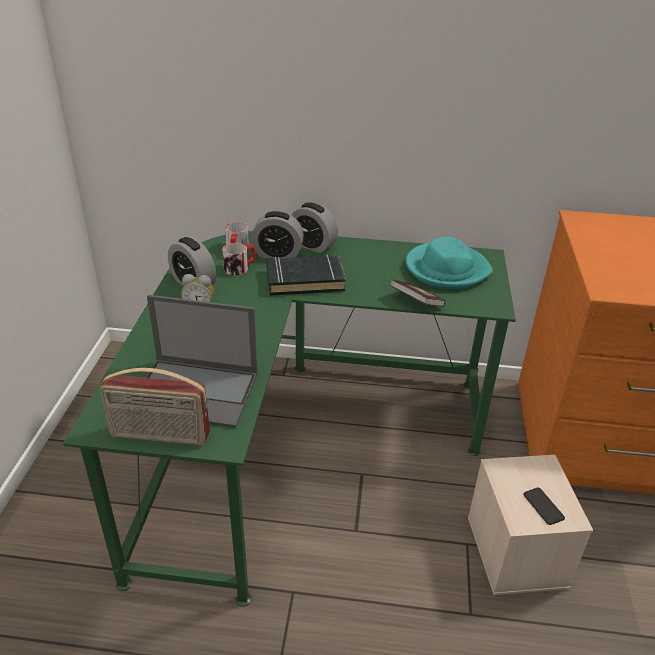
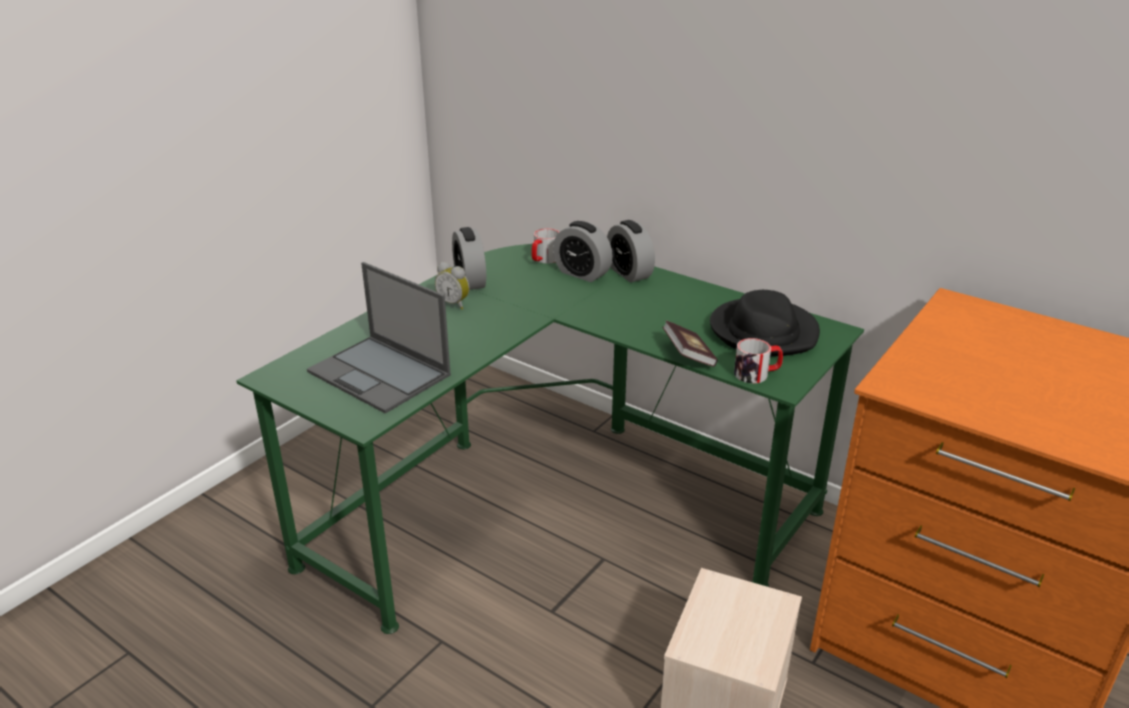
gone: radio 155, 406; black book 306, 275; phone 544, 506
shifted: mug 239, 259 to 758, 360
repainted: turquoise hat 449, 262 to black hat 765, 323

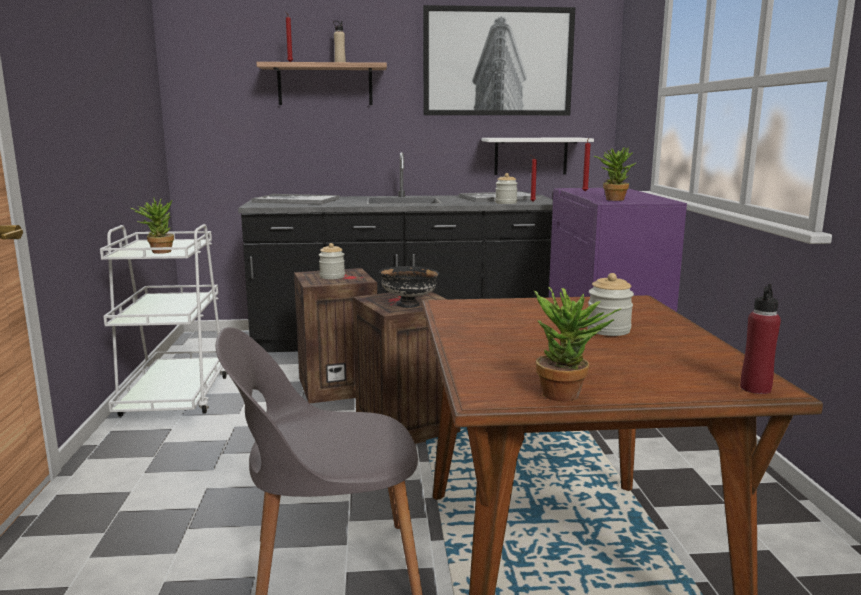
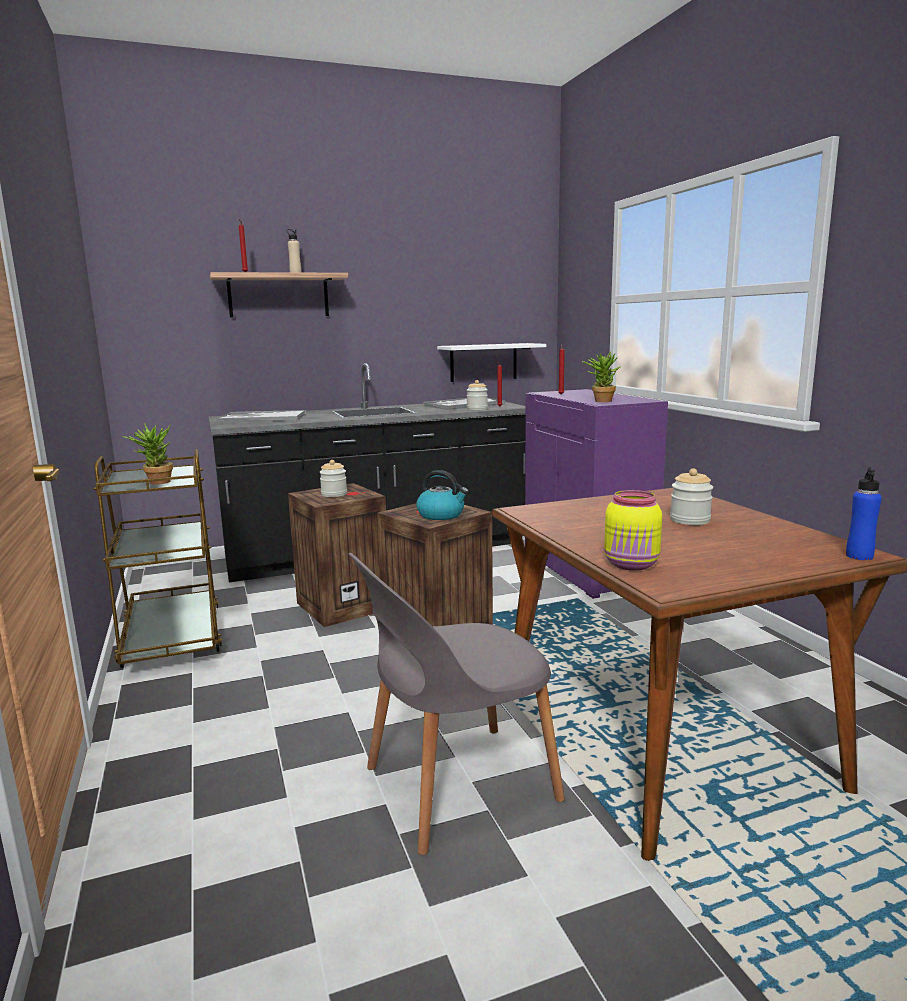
gone: picture 499, 60; potted plant 577, 344
new: yellow jar 633, 530
swapped: black bowl 409, 287 to kettle 442, 495
repainted: white cart 164, 320 to brown cart 157, 558; red bottle 760, 339 to blue bottle 864, 513

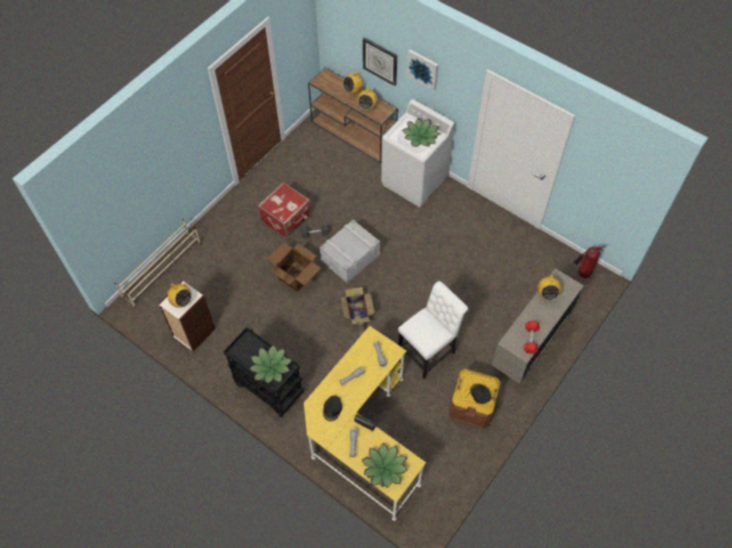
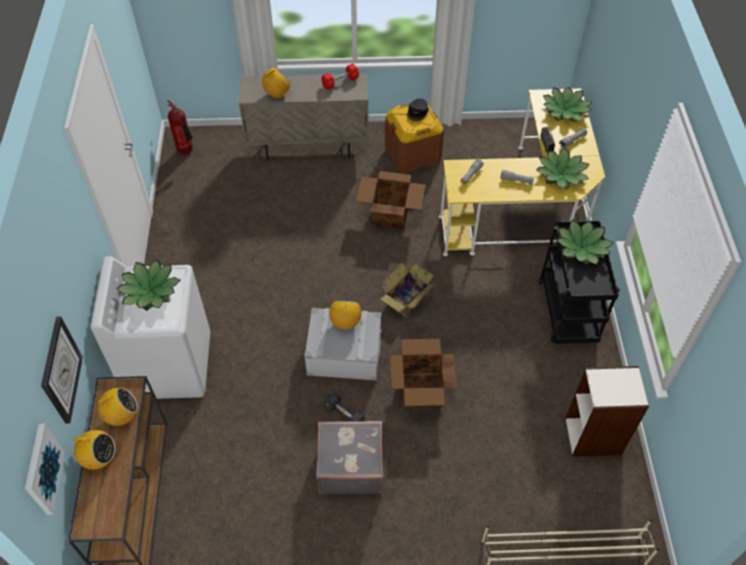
shifted: picture 422, 70 to 45, 469; radio 179, 296 to 345, 315
swapped: white chair 433, 330 to cardboard box 390, 200; black cap 332, 408 to potted plant 563, 168
repainted: red suitcase 284, 210 to grey suitcase 349, 458

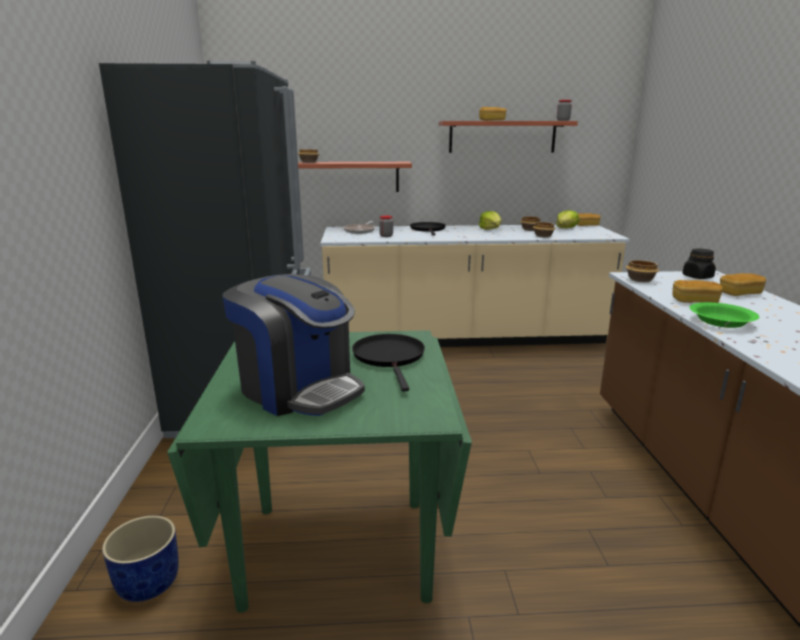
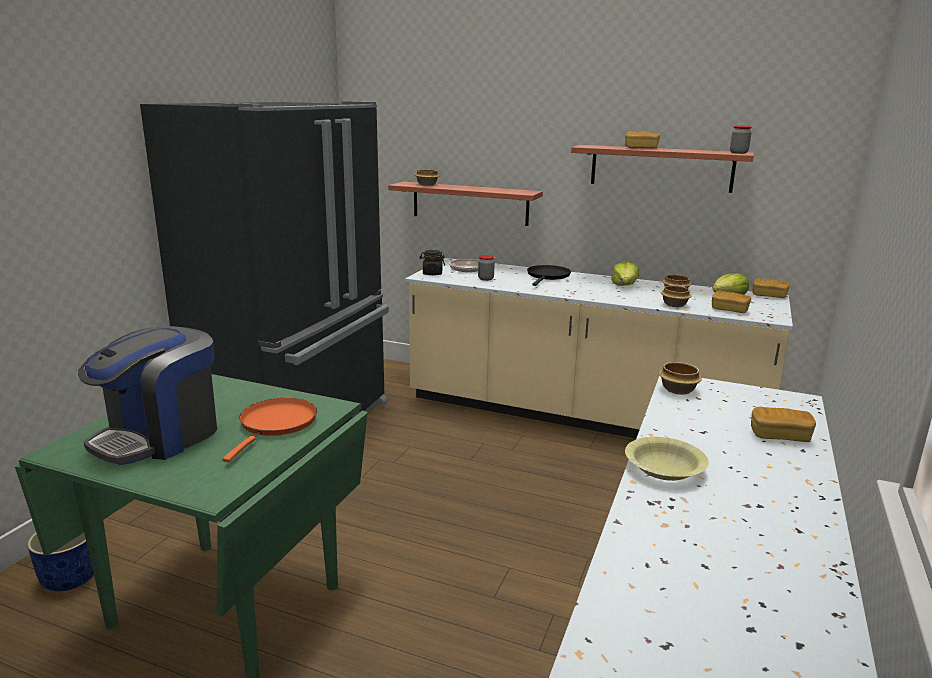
shifted: black jar 699, 263 to 432, 262; bread 697, 291 to 731, 302
repainted: black frying pan 388, 363 to orange frying pan 269, 430; green bowl 724, 315 to yellow bowl 667, 459
rotated: coffee machine 293, 345 = 147, 395 60 degrees clockwise

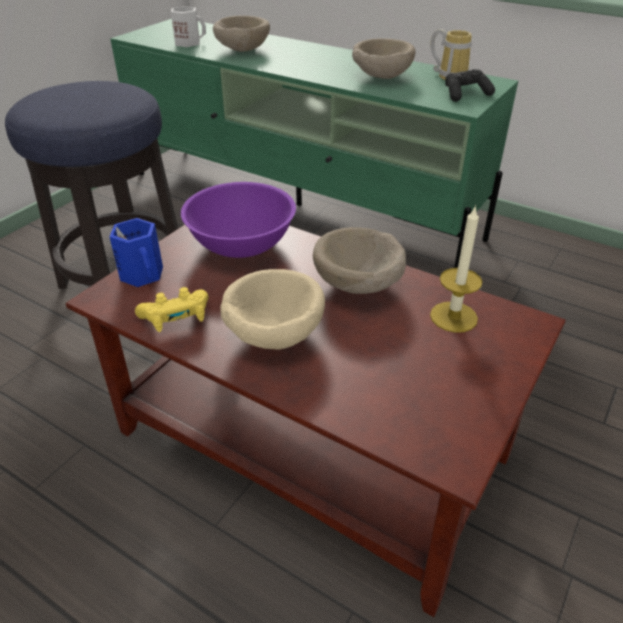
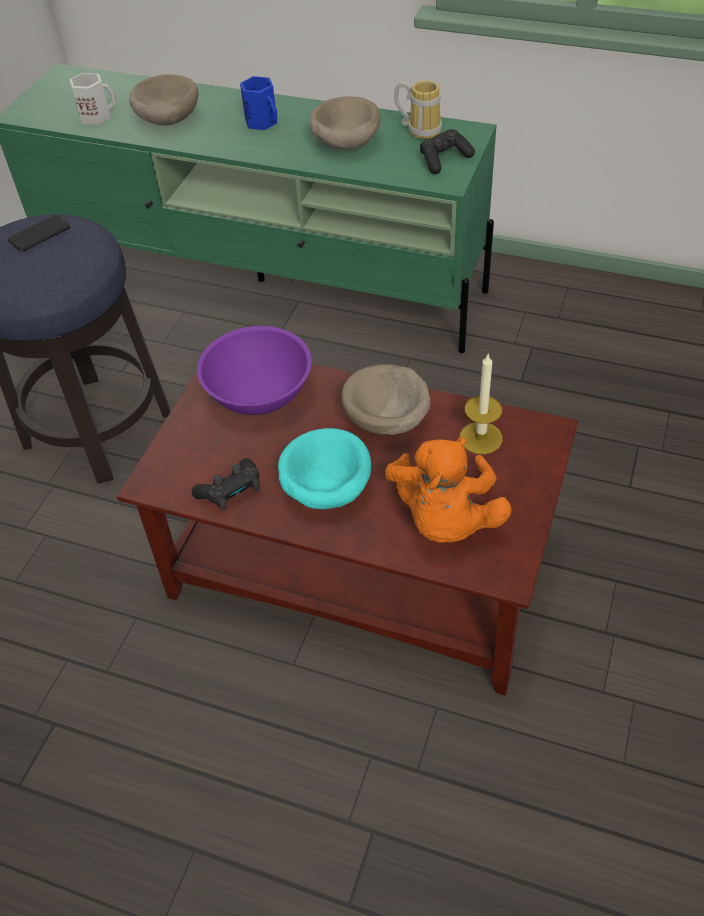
new: phone 39, 233; orange plush toy 448, 490
shifted: blue mug 136, 252 to 258, 103
repainted: yellow game controller 172, 309 to black game controller 226, 484; beige bowl 272, 309 to turquoise bowl 324, 468

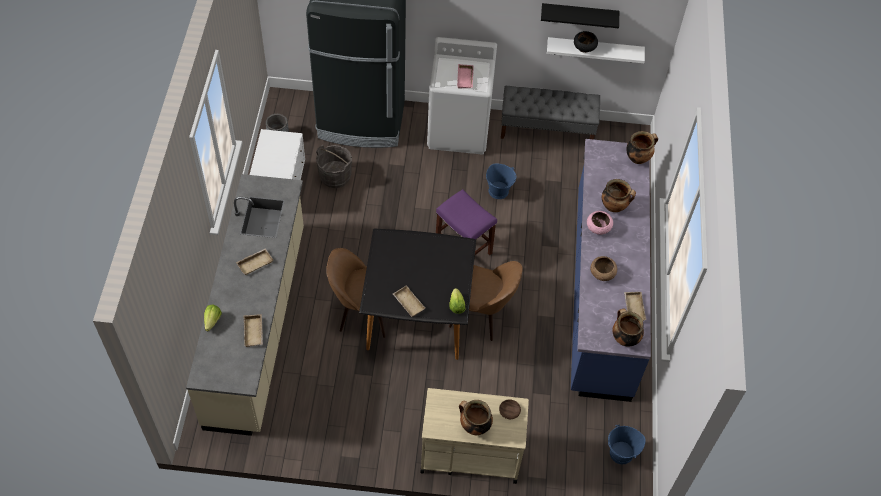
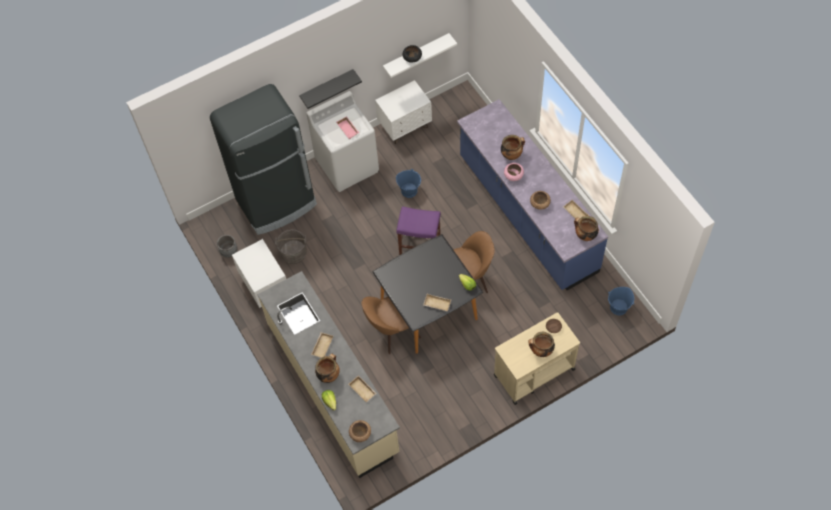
new: brown bowl 360, 431
shifted: black shelf 580, 15 to 330, 89; cooking pot 642, 147 to 327, 368
swapped: grey bench 550, 113 to white nightstand 403, 112

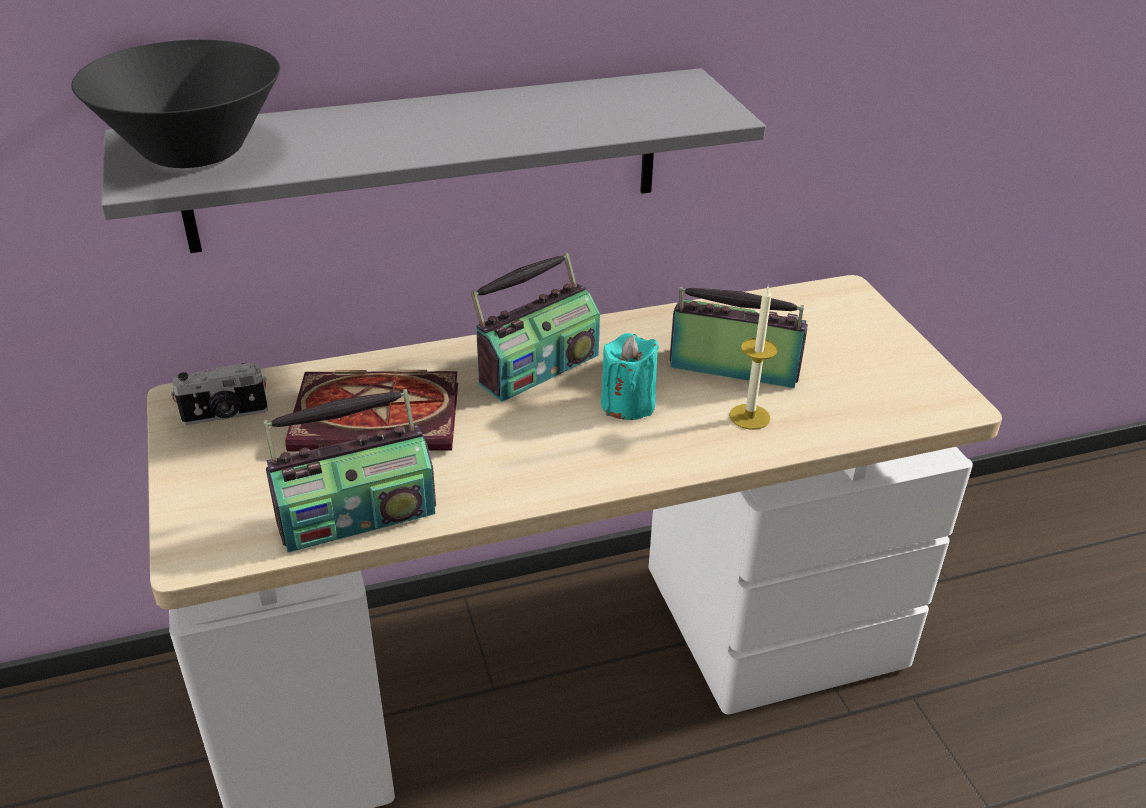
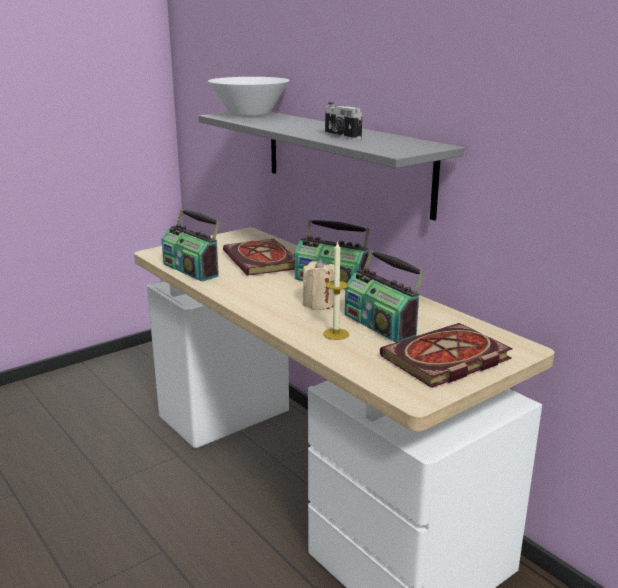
new: book 446, 355
shifted: photo camera 219, 393 to 343, 121
repainted: black bowl 175, 104 to white bowl 249, 97; turquoise candle 630, 376 to beige candle 318, 285
rotated: radio 738, 337 = 385, 296 150 degrees clockwise

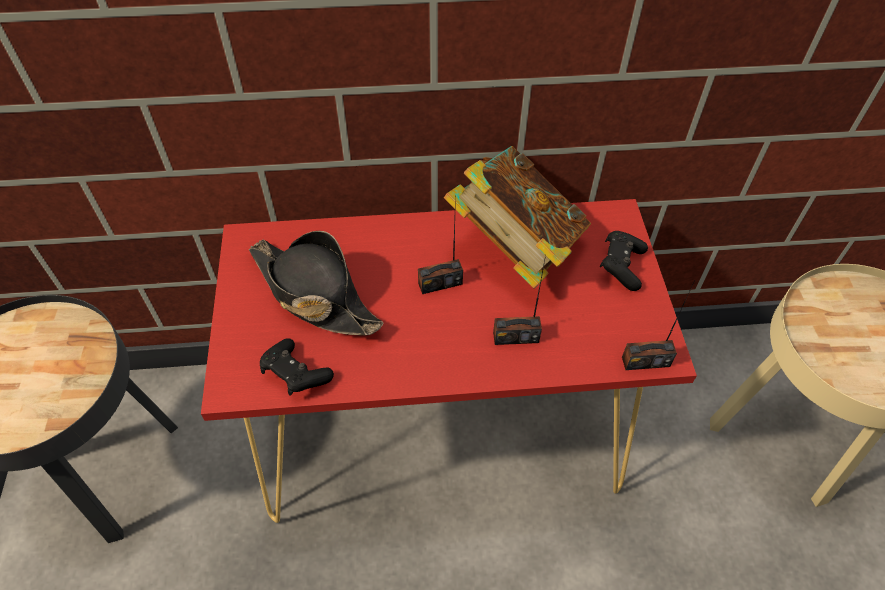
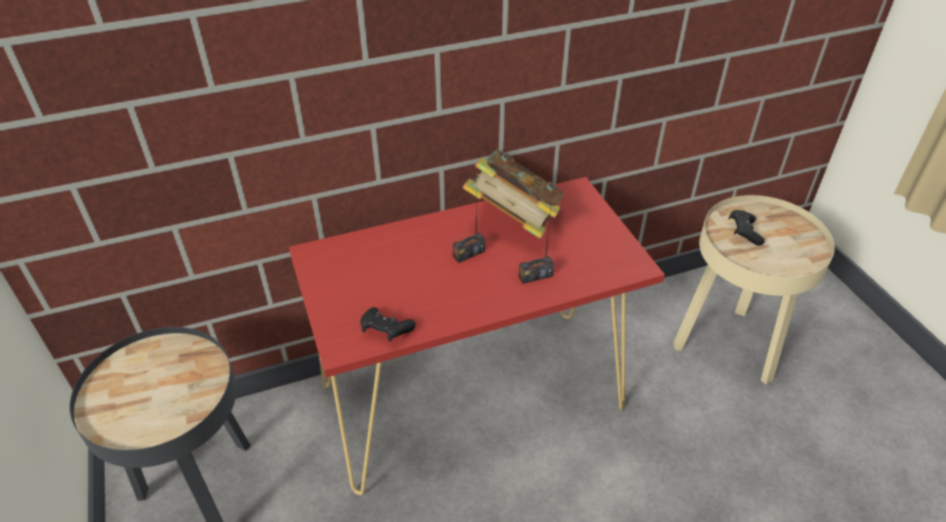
gone: black hat 316, 283; radio 658, 325
shifted: black game controller 624, 261 to 747, 228

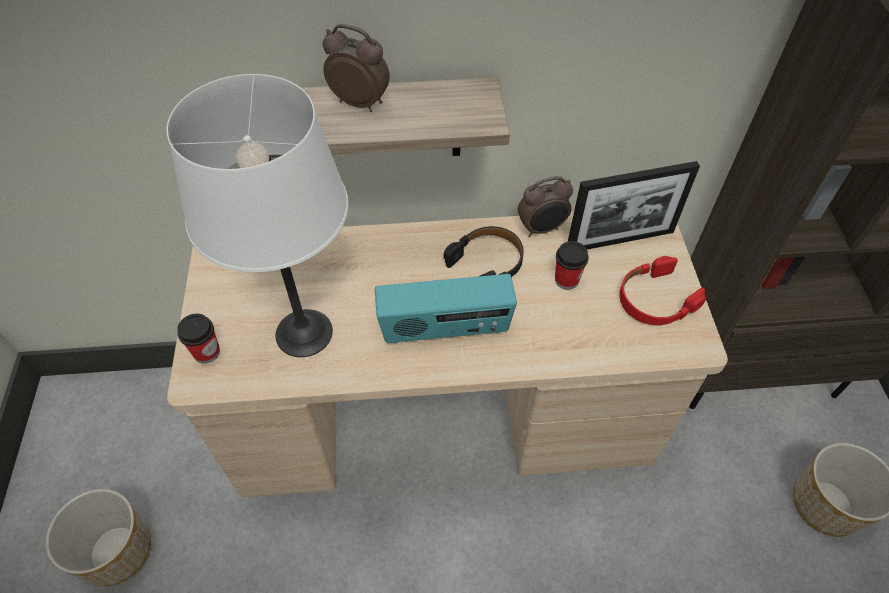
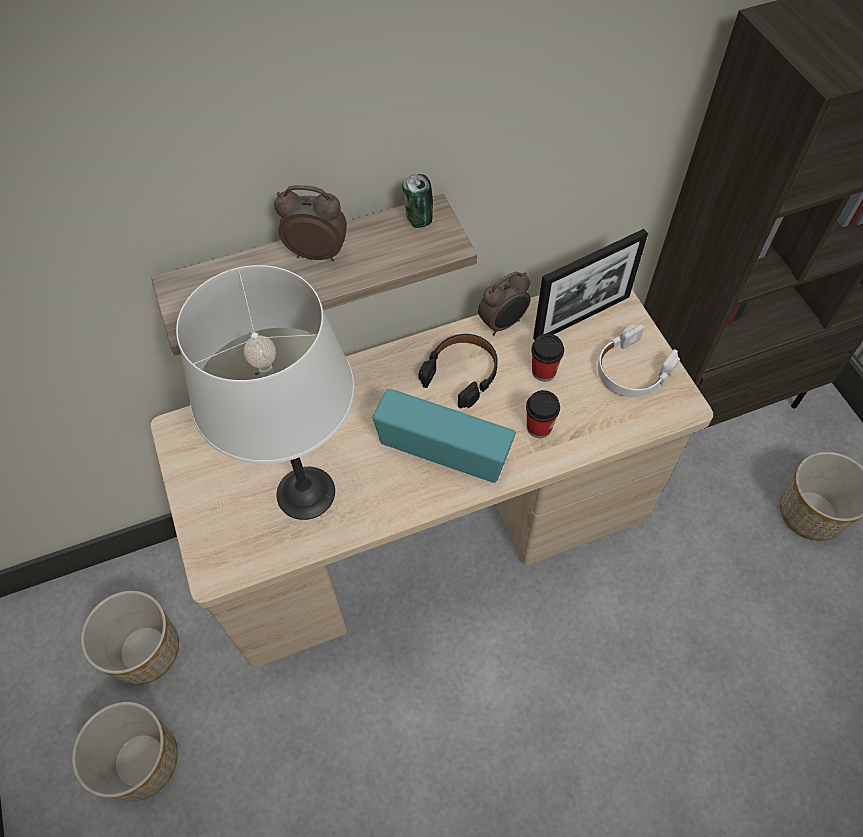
new: planter 130, 638; can 417, 201
shifted: cup 198, 338 to 543, 414
repainted: red headphones 662, 290 to white headphones 639, 361
rotated: radio 446, 308 = 444, 436 135 degrees counterclockwise

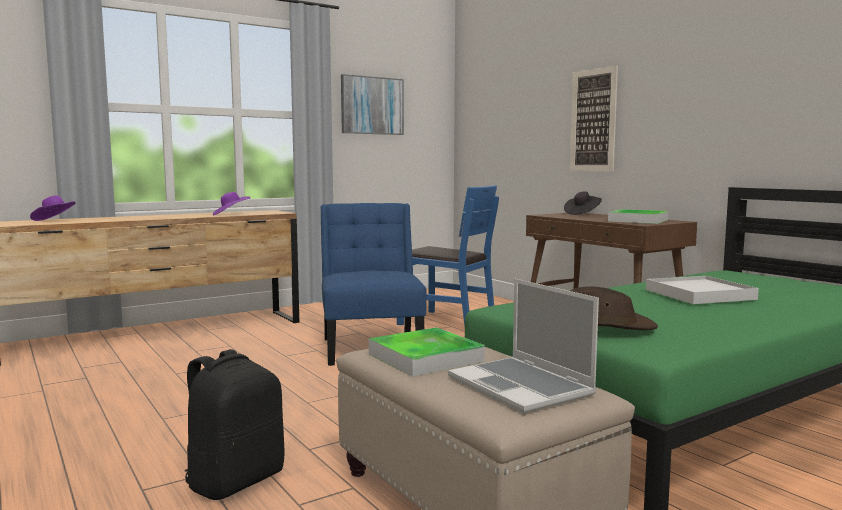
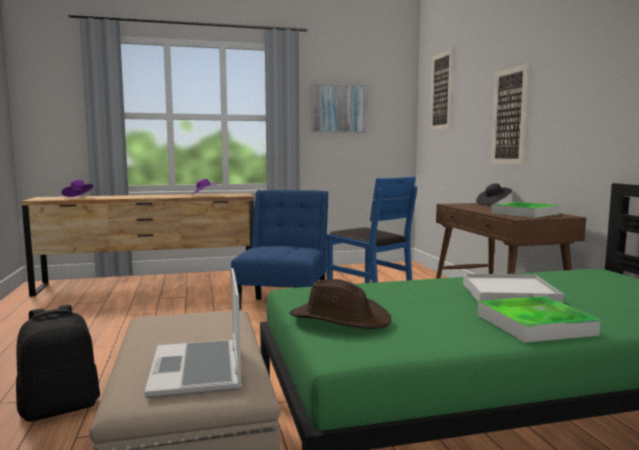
new: picture 441, 89
shifted: tray 427, 352 to 539, 319

